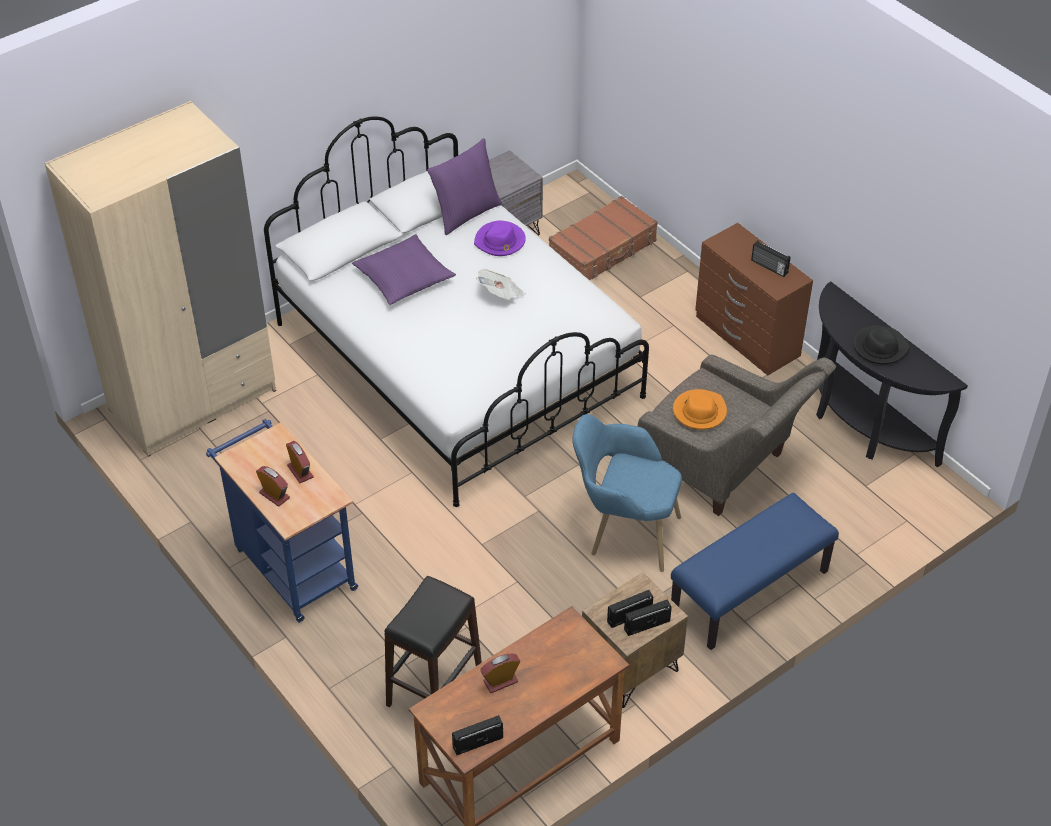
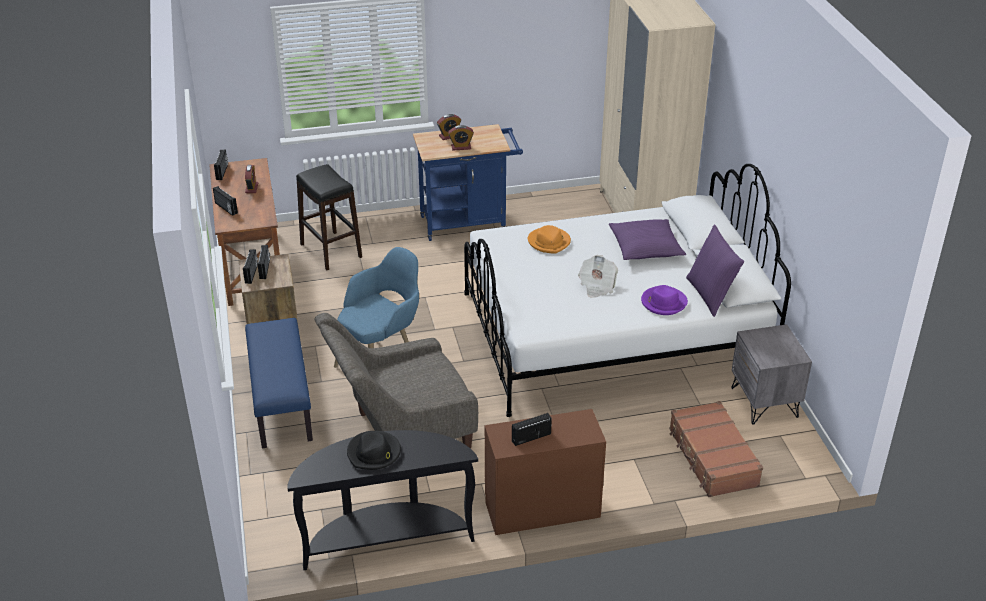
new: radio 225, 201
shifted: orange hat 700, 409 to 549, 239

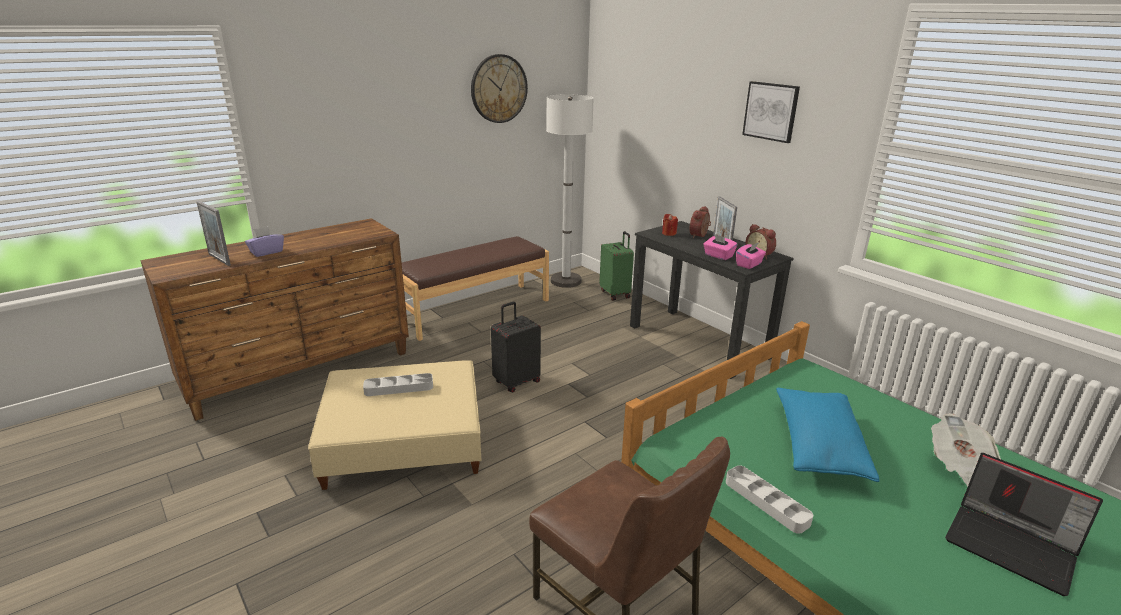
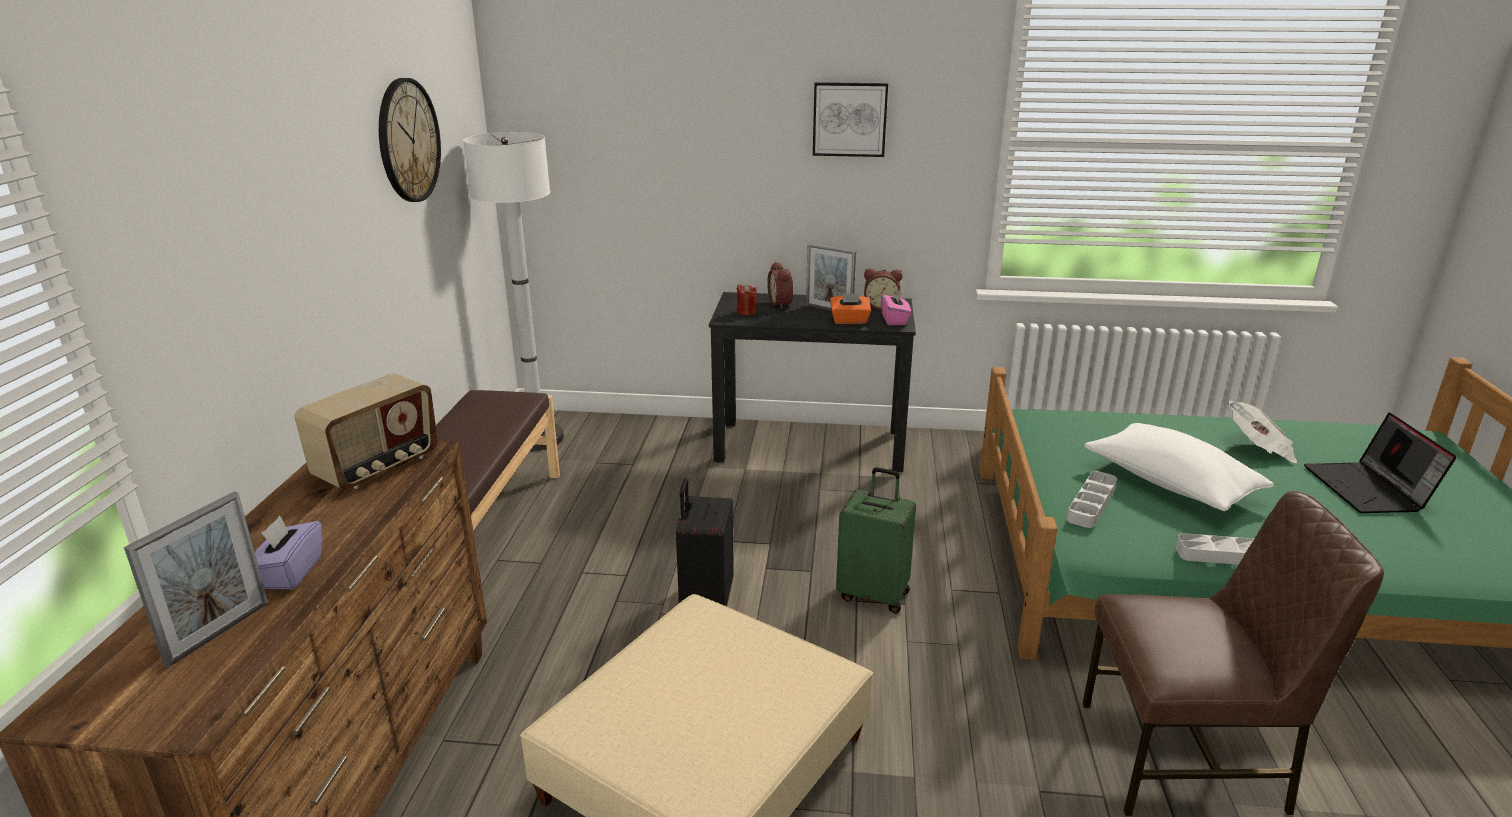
new: radio 366, 432
shifted: green suitcase 616, 266 to 876, 540; grey tray 398, 384 to 1092, 499
repainted: pink tissue box 720, 247 to orange tissue box 850, 308; blue pillow 828, 435 to white pillow 1179, 467
rotated: picture frame 213, 233 = 196, 579 60 degrees counterclockwise; laptop 1024, 524 = 1380, 462 90 degrees clockwise

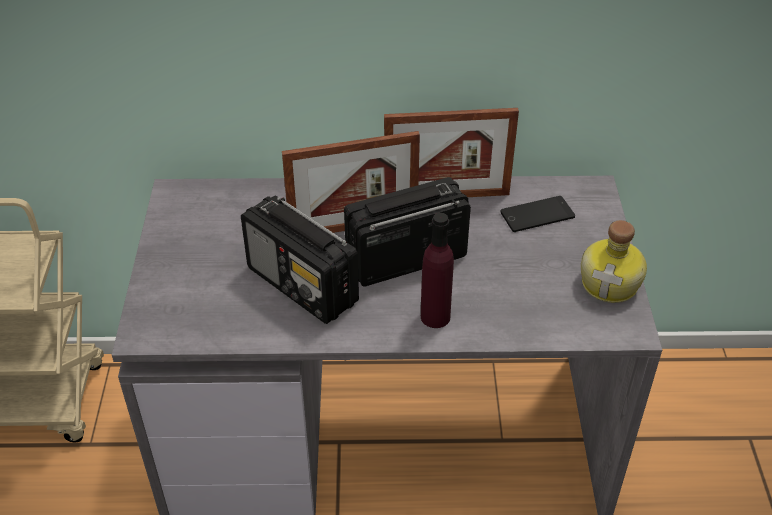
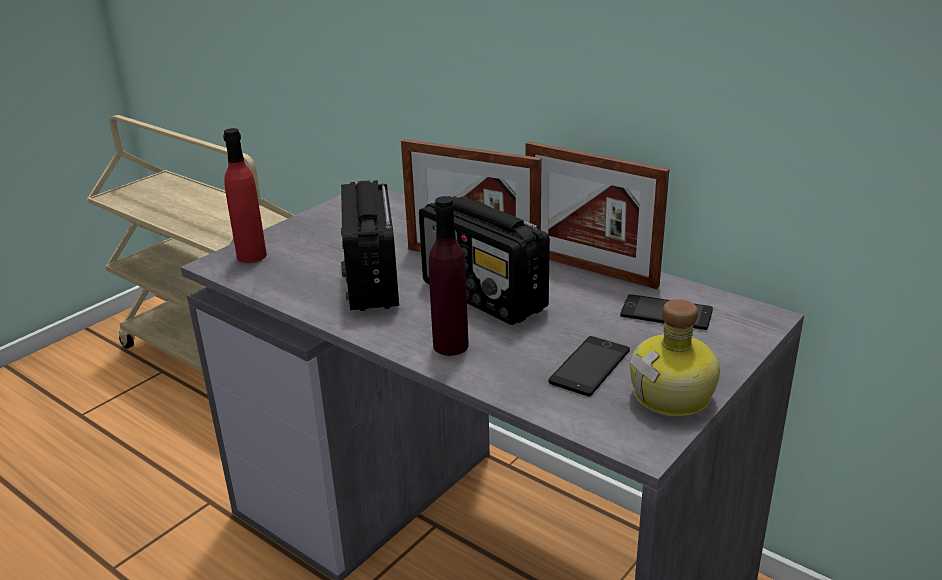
new: red bottle 245, 195; phone 589, 366
rotated: radio 407, 232 = 484, 260 150 degrees counterclockwise

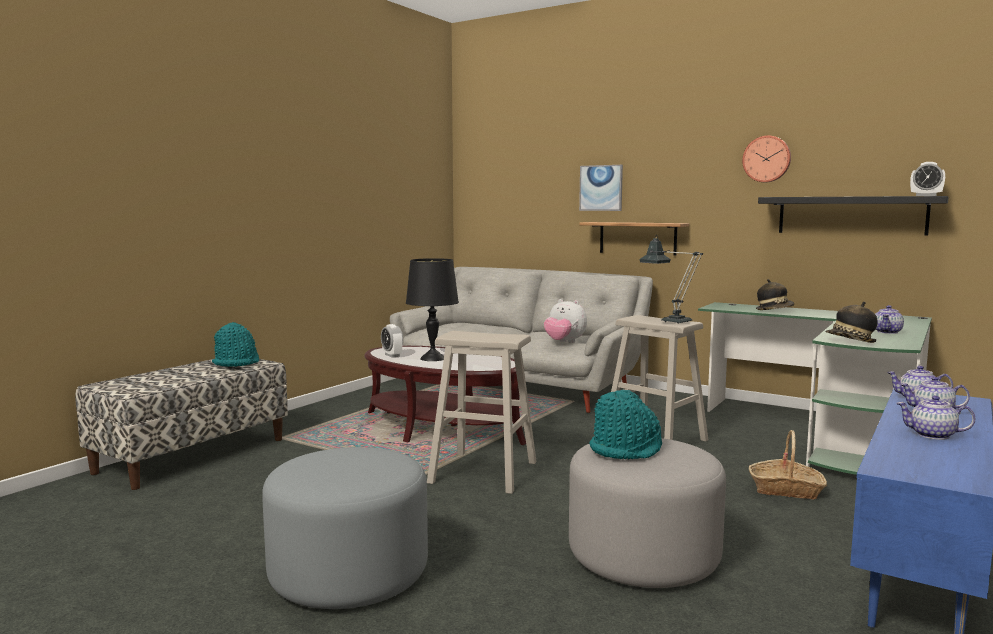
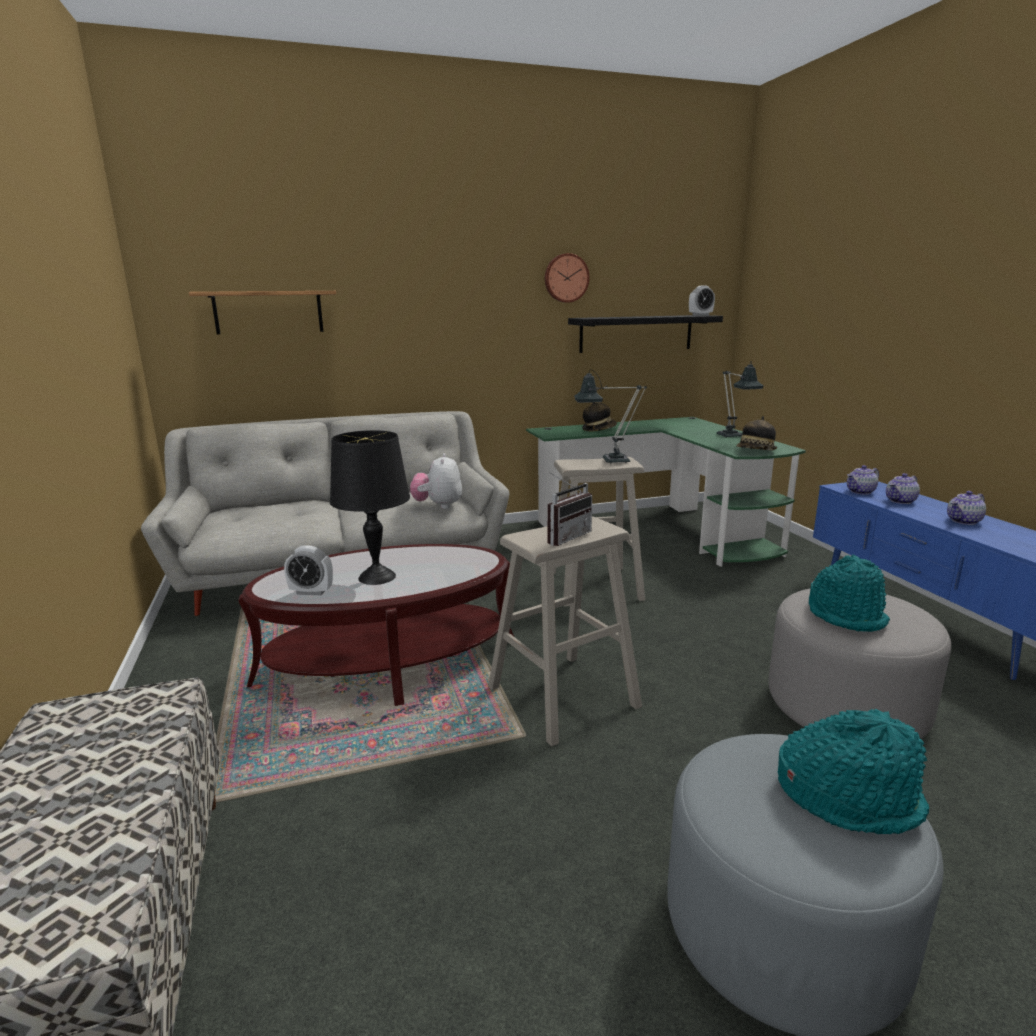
gone: picture 601, 188; basket 788, 464
new: radio 570, 509
shifted: shelf 634, 239 to 262, 312; turquoise hat 235, 344 to 853, 771
swapped: teapot 889, 319 to table lamp 740, 399
rotated: plush toy 565, 321 = 436, 481 105 degrees clockwise

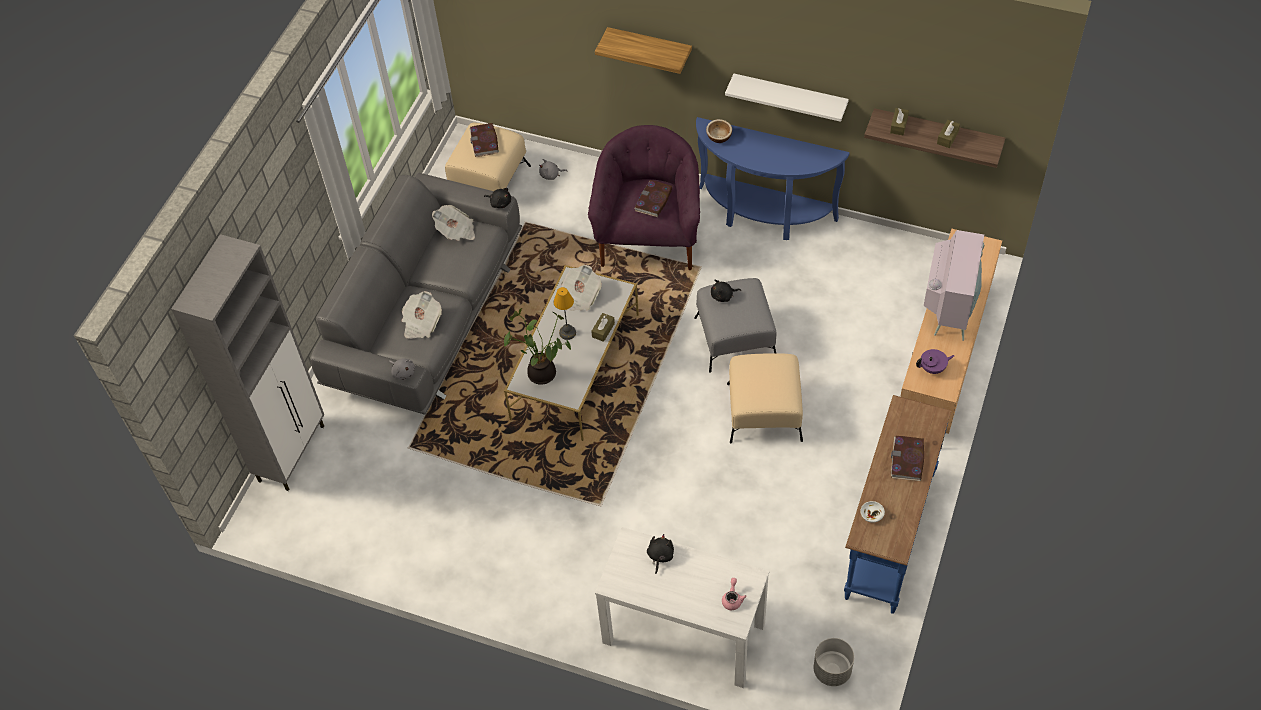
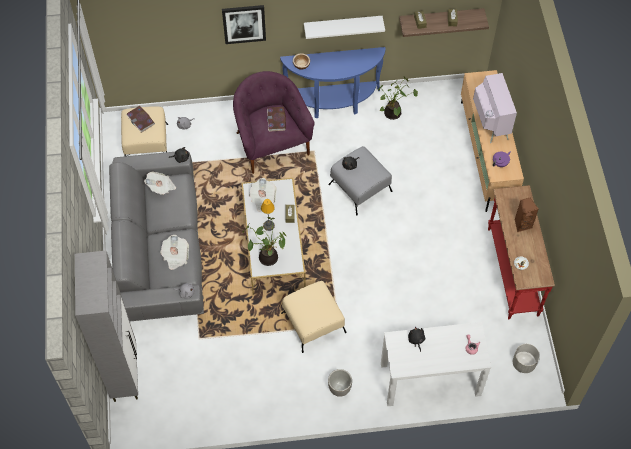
new: planter 340, 383; potted plant 398, 98
shifted: beige ottoman 765, 398 to 314, 317
swapped: shelf 643, 50 to picture 244, 24; book 907, 458 to brown speaker 526, 215
repainted: blue console table 897, 504 to red console table 521, 252

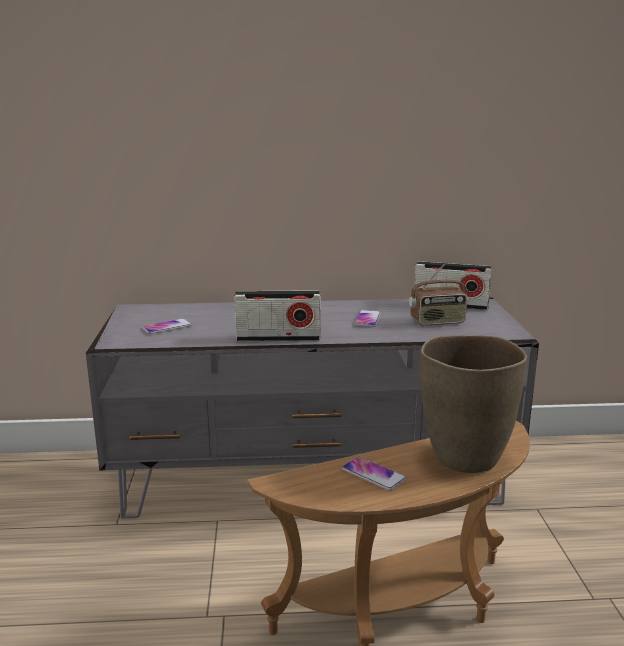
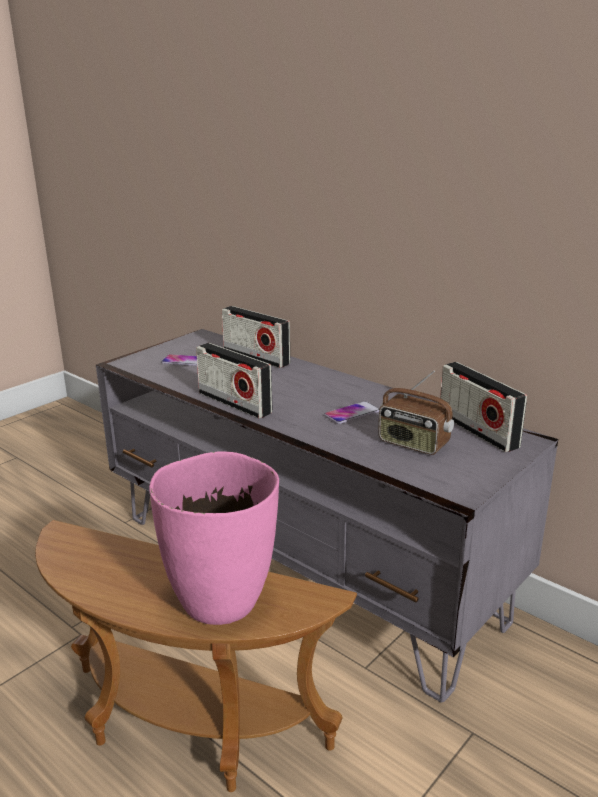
gone: phone 374, 474
new: radio 256, 337
repainted: brown vase 473, 404 to pink vase 214, 538

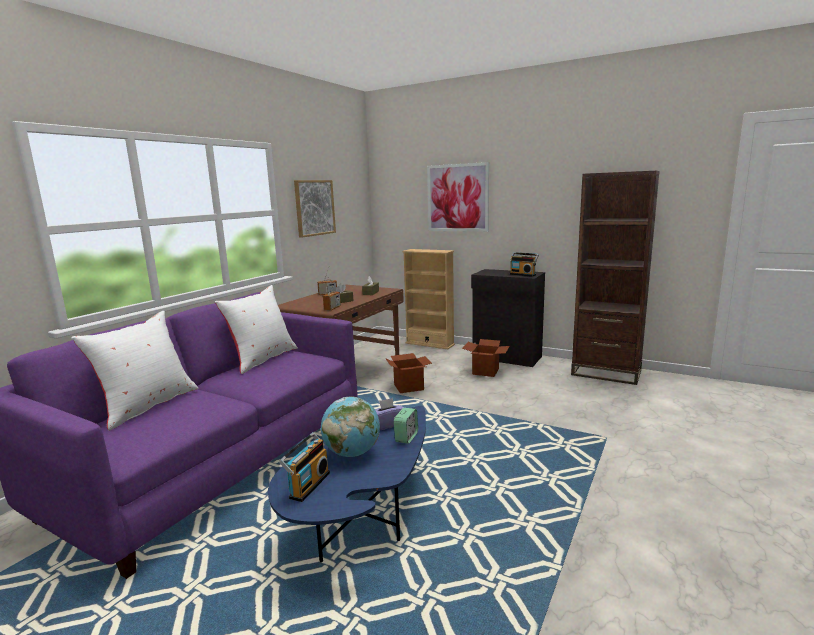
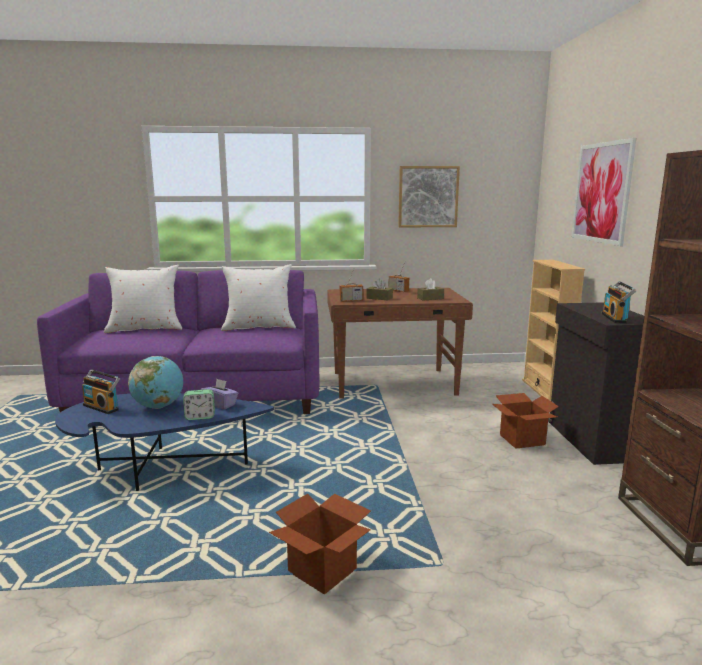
shifted: cardboard box 408, 373 to 320, 544
rotated: radio 304, 467 = 101, 391 45 degrees clockwise

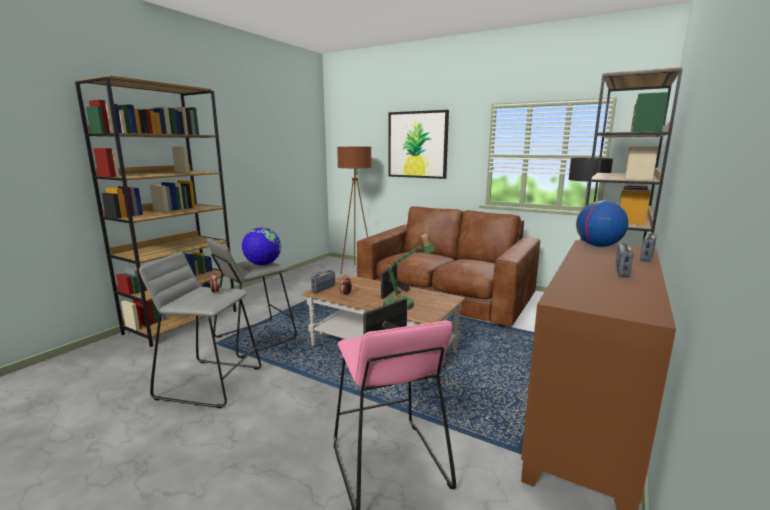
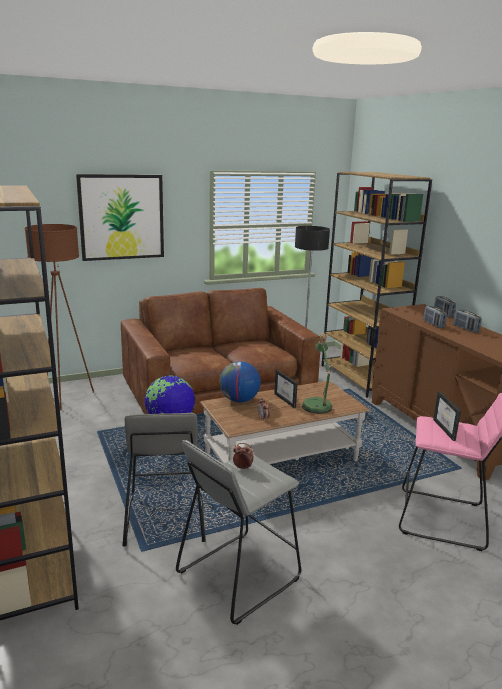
shifted: globe 602, 223 to 240, 381; radio 323, 281 to 435, 316

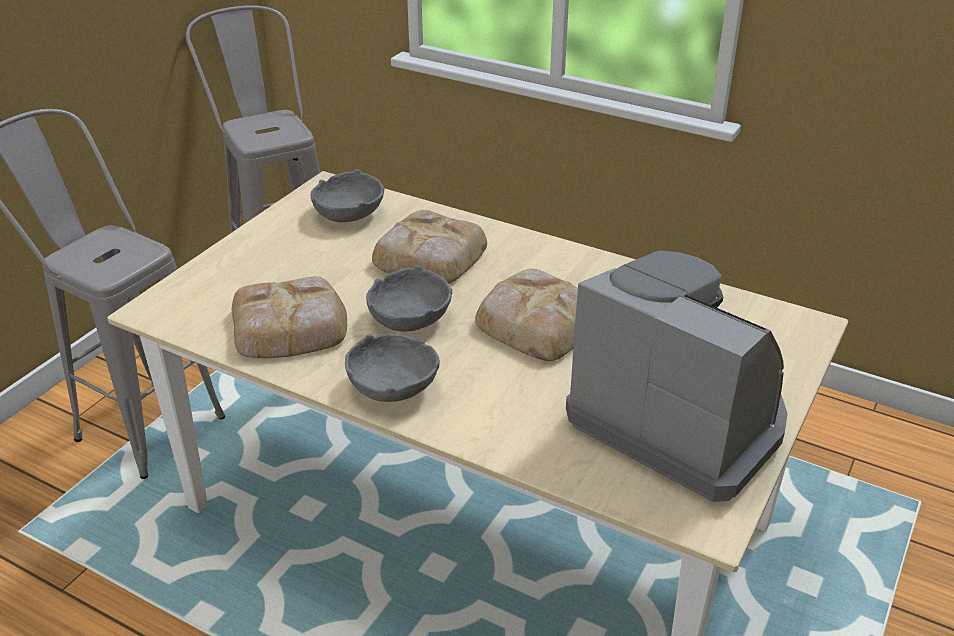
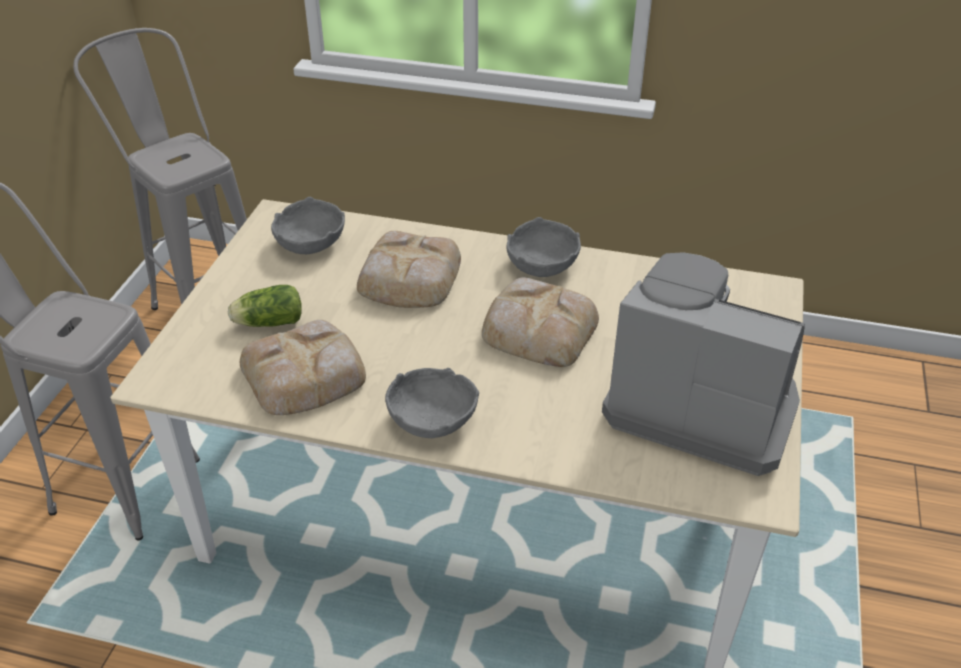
new: lettuce 265, 306
shifted: grey bowl 409, 298 to 544, 247

